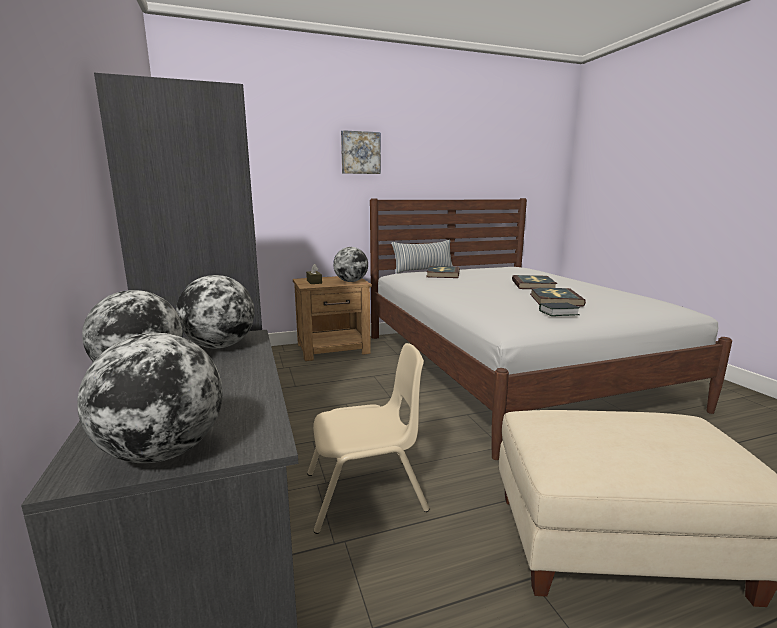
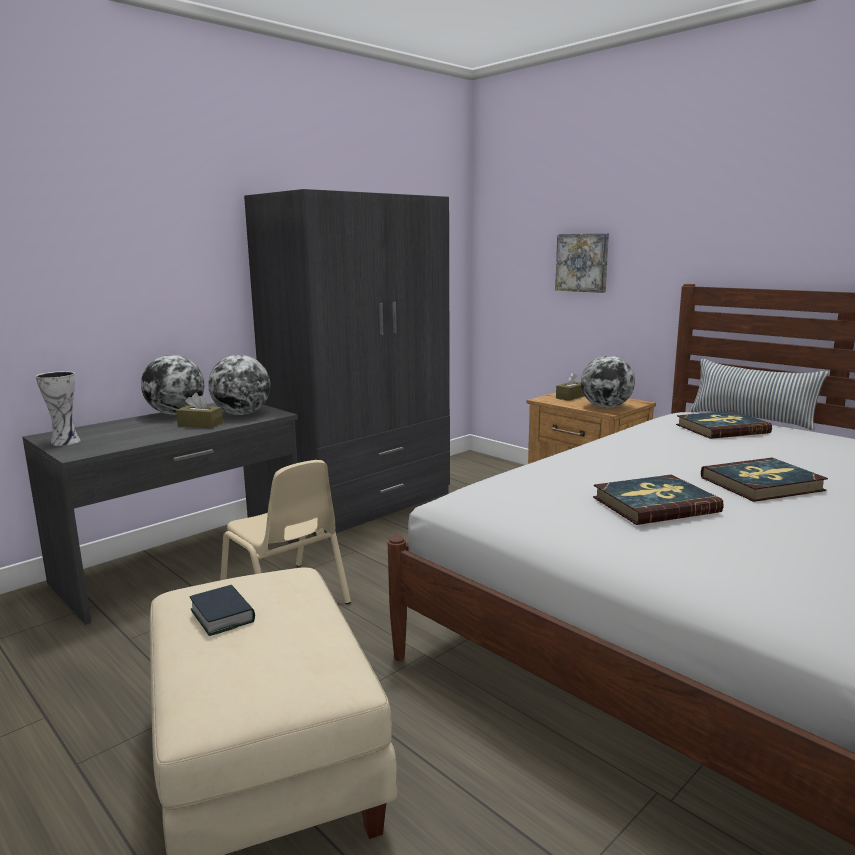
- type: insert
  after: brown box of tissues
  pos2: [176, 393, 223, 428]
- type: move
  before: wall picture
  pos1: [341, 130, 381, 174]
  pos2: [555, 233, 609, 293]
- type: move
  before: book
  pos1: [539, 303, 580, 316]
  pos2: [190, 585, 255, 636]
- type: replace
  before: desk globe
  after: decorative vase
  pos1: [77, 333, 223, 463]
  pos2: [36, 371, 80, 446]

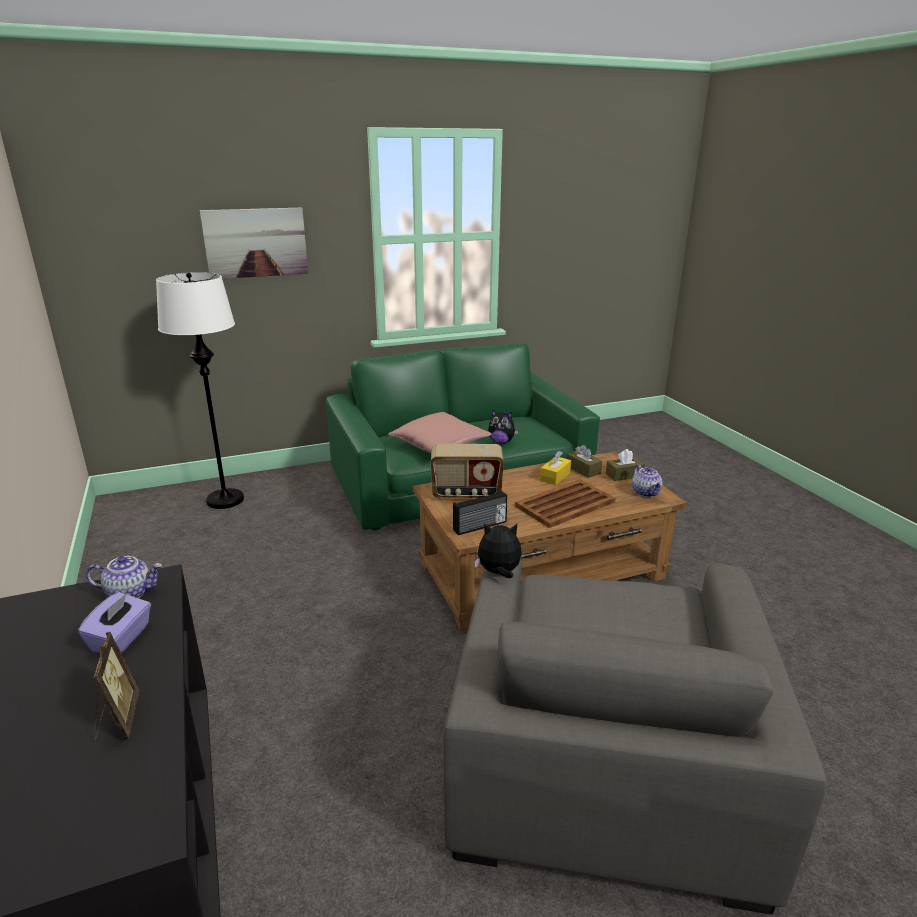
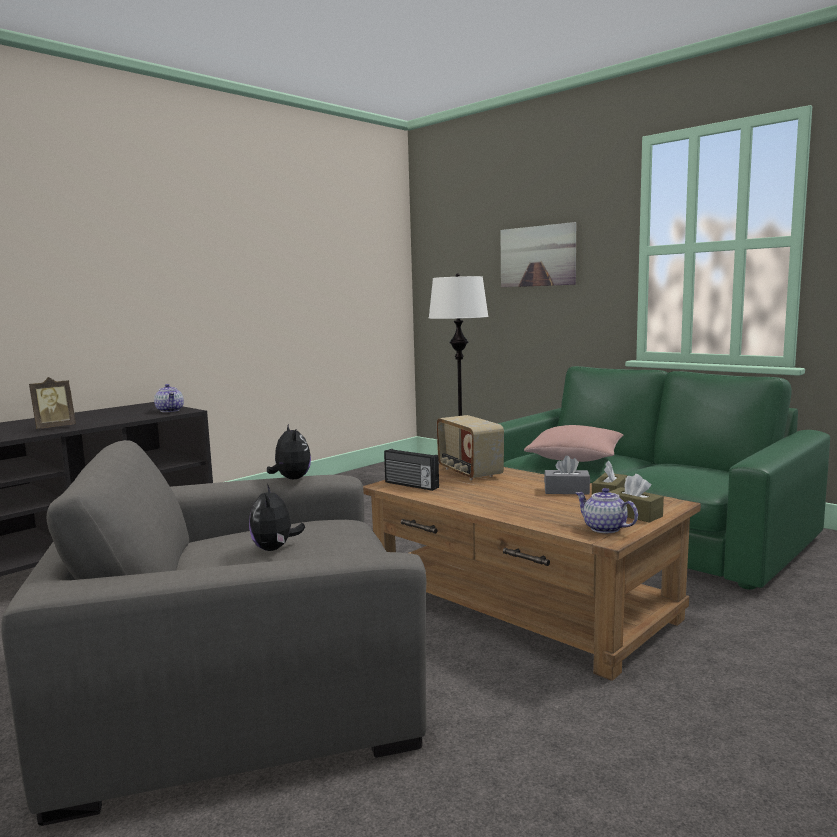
- type: delete
  before: purple box of tissues
  pos1: [78, 592, 151, 653]
- type: delete
  before: brown carrying tray
  pos1: [515, 479, 615, 528]
- type: move
  before: plush toy
  pos1: [488, 410, 519, 444]
  pos2: [249, 484, 305, 551]
- type: recolor
  before: yellowish box of tissues
  after: greyish box of tissues
  pos1: [540, 451, 571, 485]
  pos2: [544, 456, 590, 494]
- type: rotate
  before: tea pot
  pos1: [632, 464, 663, 497]
  pos2: [576, 488, 638, 533]
  turn: 90

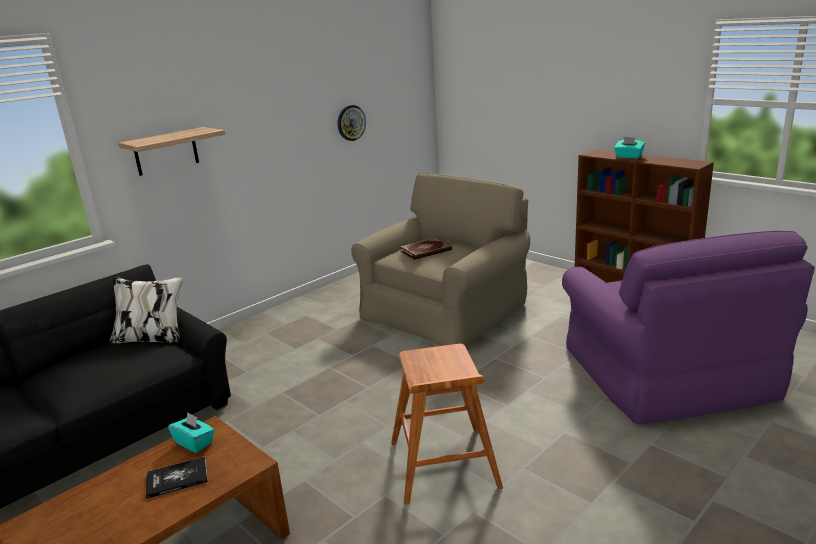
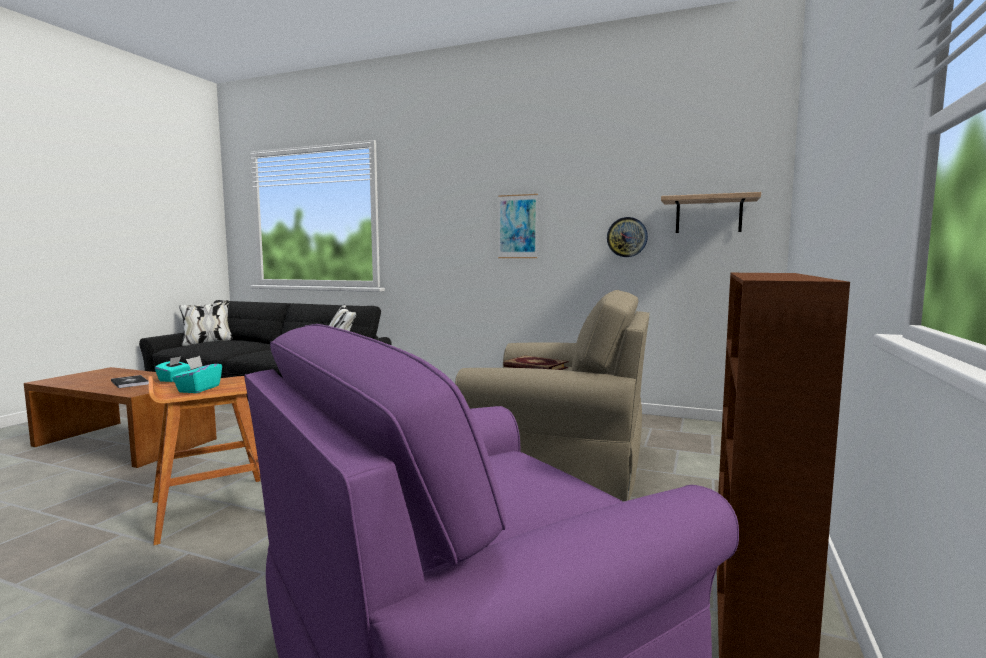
- type: insert
  after: wall picture
  pos2: [498, 194, 538, 258]
- type: move
  before: shelf
  pos1: [118, 127, 225, 176]
  pos2: [661, 192, 761, 233]
- type: move
  before: blue-green box of tissues
  pos1: [614, 137, 645, 159]
  pos2: [172, 356, 222, 393]

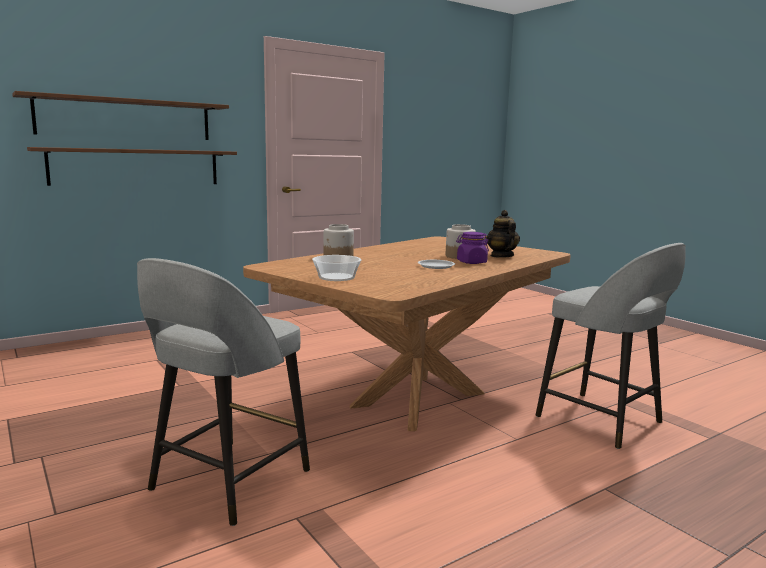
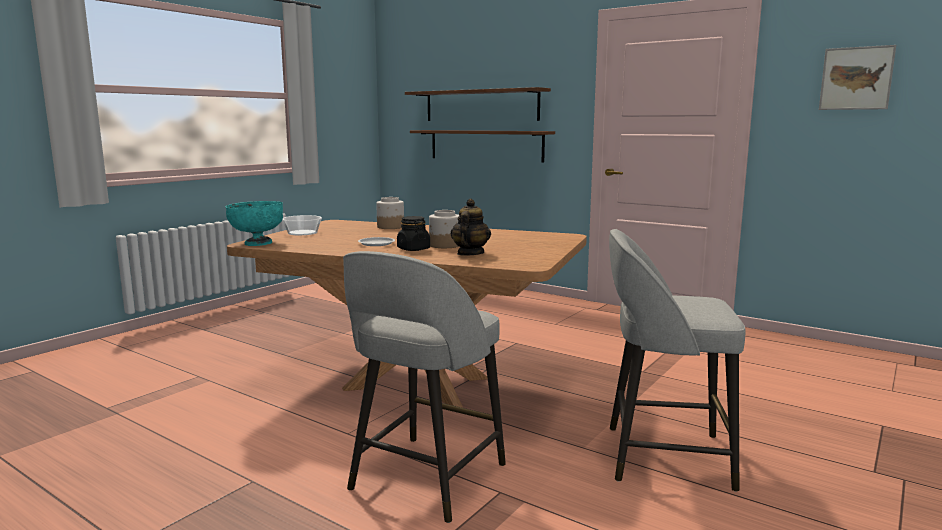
- type: insert
  after: blue-green serving bowl
  pos2: [226, 201, 283, 246]
- type: insert
  after: wall picture
  pos2: [819, 45, 896, 110]
- type: move
  before: greyish stool
  pos1: [137, 258, 310, 526]
  pos2: [609, 229, 745, 492]
- type: recolor
  before: purple preserve jar
  after: black preserve jar
  pos1: [456, 232, 489, 264]
  pos2: [397, 216, 430, 251]
- type: rotate
  before: tea pot
  pos1: [486, 210, 520, 258]
  pos2: [451, 199, 491, 256]
  turn: -45

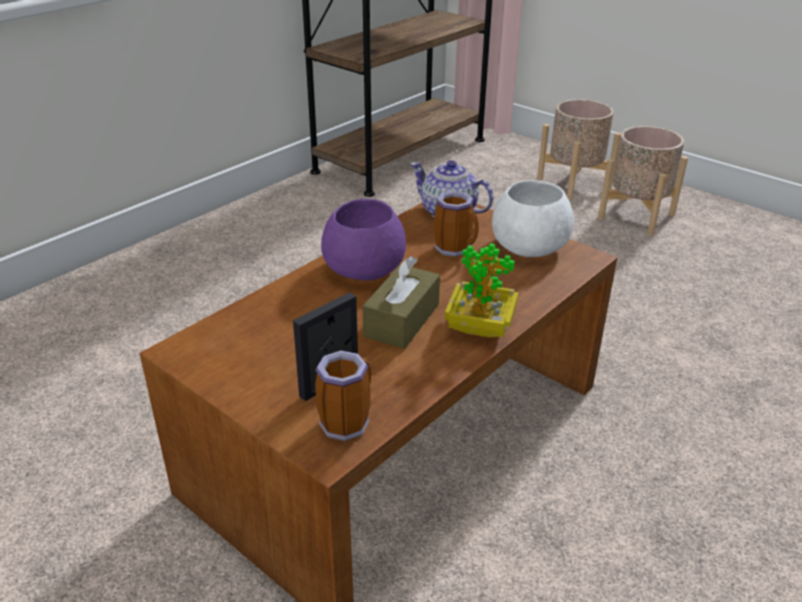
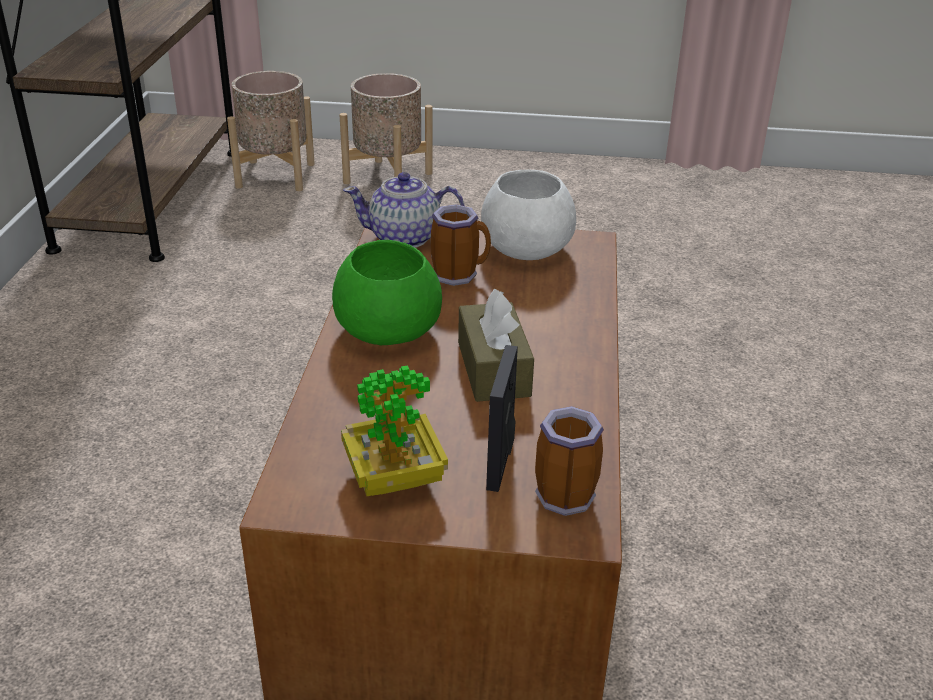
- type: move
  before: plant in a pot
  pos1: [445, 243, 518, 338]
  pos2: [341, 365, 448, 496]
- type: move
  before: beige planter
  pos1: [598, 126, 688, 236]
  pos2: [227, 71, 315, 191]
- type: recolor
  before: purple serving bowl
  after: green-coloured serving bowl
  pos1: [321, 199, 406, 281]
  pos2: [332, 240, 442, 345]

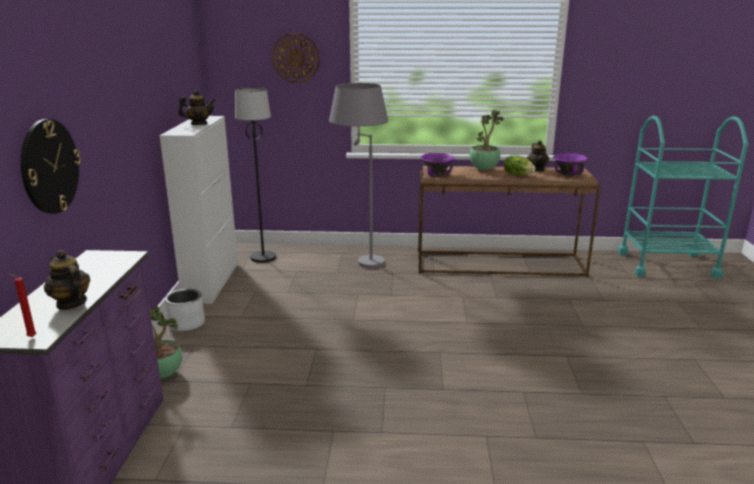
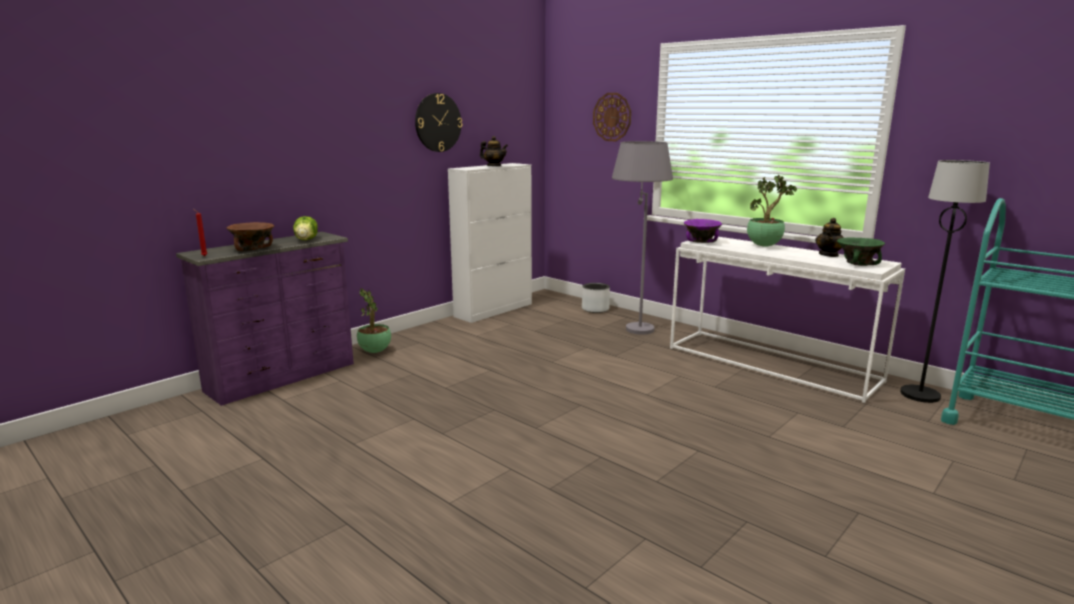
- type: move
  before: clock on the wall
  pos1: [21, 119, 81, 214]
  pos2: [415, 93, 462, 152]
- type: move
  before: greyish planter
  pos1: [165, 289, 205, 332]
  pos2: [582, 283, 610, 313]
- type: move
  before: black floor lamp
  pos1: [235, 88, 276, 263]
  pos2: [900, 160, 990, 403]
- type: move
  before: lettuce
  pos1: [503, 156, 535, 175]
  pos2: [293, 216, 318, 240]
- type: replace
  before: tea pot
  after: brown serving bowl
  pos1: [44, 250, 90, 310]
  pos2: [226, 222, 274, 251]
- type: recolor
  before: brown hall table
  after: whitish hall table
  pos1: [418, 166, 601, 277]
  pos2: [670, 236, 905, 403]
- type: recolor
  before: purple serving bowl
  after: green-coloured serving bowl
  pos1: [553, 153, 588, 177]
  pos2: [837, 238, 885, 266]

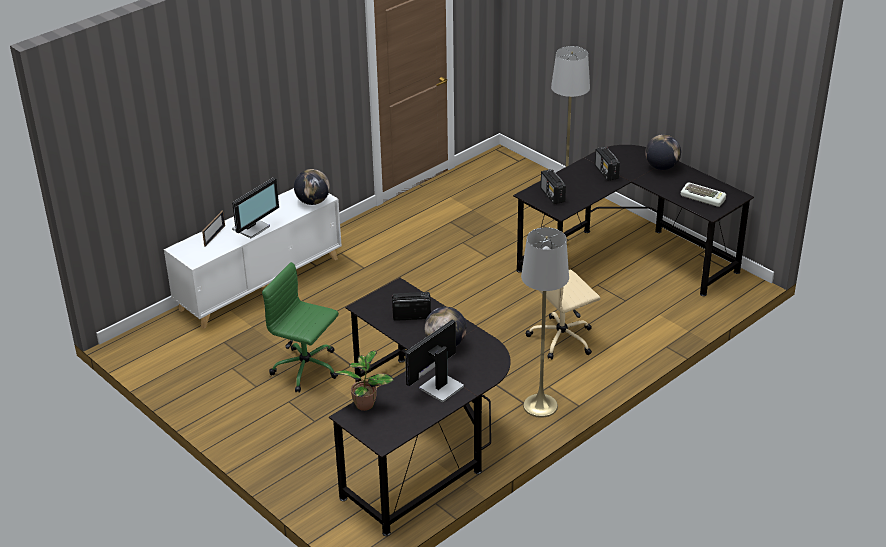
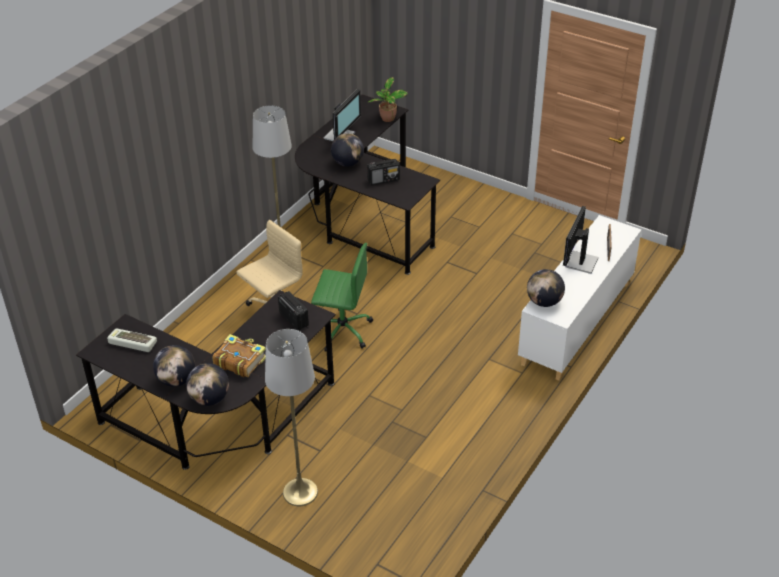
- type: insert
  after: desk globe
  pos2: [186, 363, 229, 406]
- type: move
  before: green-coloured computer chair
  pos1: [262, 262, 339, 393]
  pos2: [311, 243, 373, 352]
- type: replace
  before: radio set
  after: book
  pos1: [595, 147, 620, 181]
  pos2: [213, 334, 266, 377]

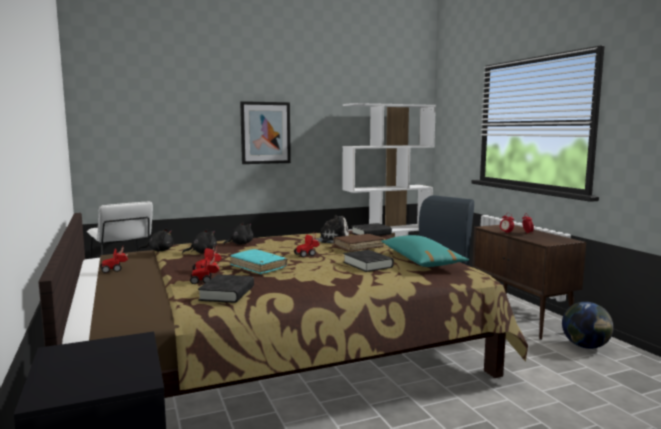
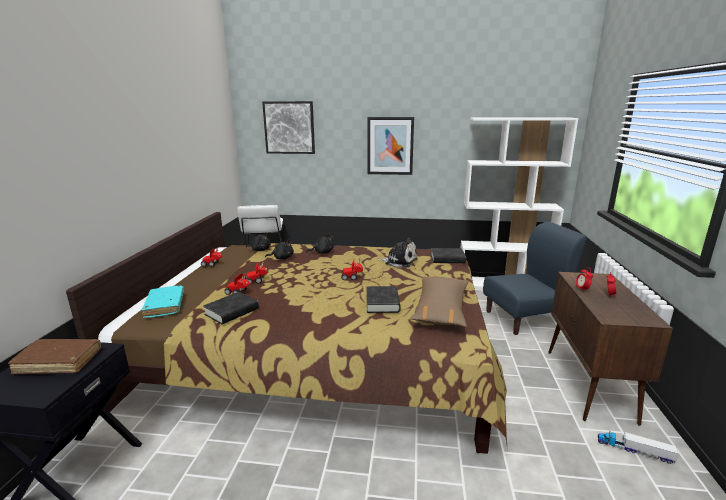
- type: insert
  after: wall picture
  pos2: [262, 101, 315, 154]
- type: move
  before: blue-green book
  pos1: [230, 249, 287, 274]
  pos2: [142, 286, 184, 318]
- type: move
  before: brown book
  pos1: [333, 234, 384, 252]
  pos2: [8, 339, 101, 375]
- type: replace
  before: desk globe
  after: toy truck
  pos1: [562, 302, 614, 349]
  pos2: [598, 431, 678, 464]
- type: recolor
  before: blue-green throw pillow
  after: brown throw pillow
  pos1: [381, 235, 469, 267]
  pos2: [410, 276, 469, 327]

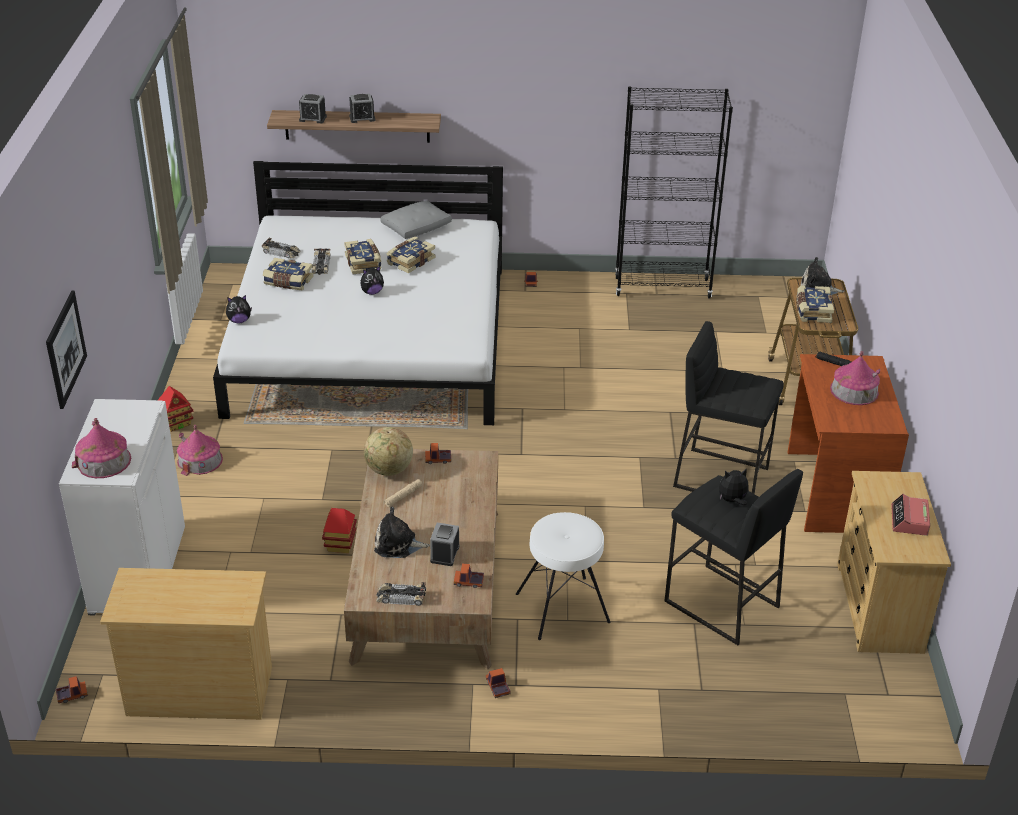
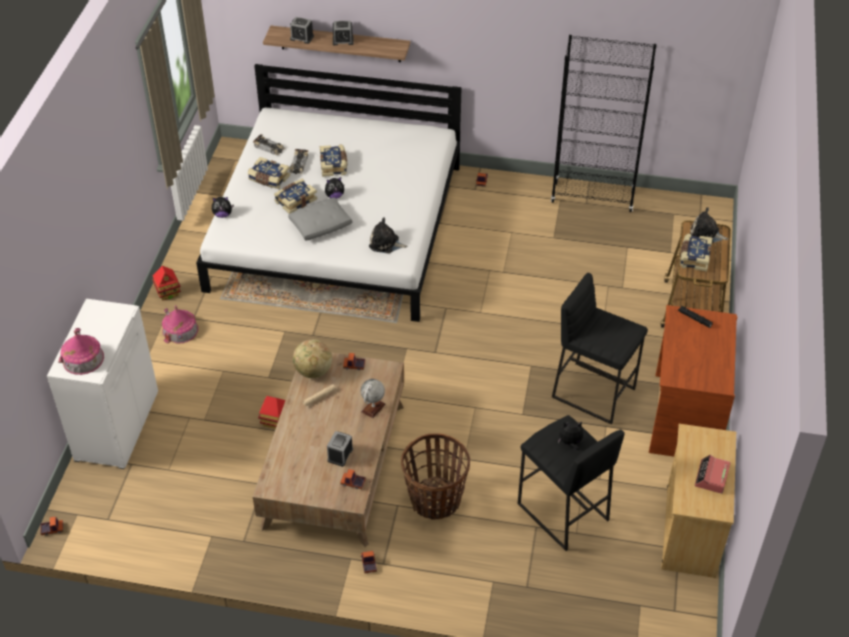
- type: delete
  before: wall picture
  pos1: [46, 291, 87, 409]
- type: delete
  before: beige drawer chest
  pos1: [100, 568, 272, 720]
- type: delete
  before: model car
  pos1: [376, 582, 426, 606]
- type: delete
  before: model house
  pos1: [830, 351, 880, 405]
- type: insert
  after: desk globe
  pos2: [361, 379, 386, 418]
- type: move
  before: plush toy
  pos1: [374, 507, 430, 558]
  pos2: [369, 217, 407, 253]
- type: move
  before: greyish throw pillow
  pos1: [381, 200, 452, 239]
  pos2: [288, 197, 352, 241]
- type: move
  before: book
  pos1: [387, 237, 435, 273]
  pos2: [274, 179, 317, 214]
- type: replace
  before: whitish stool
  after: household basket
  pos1: [516, 512, 611, 640]
  pos2: [401, 433, 470, 520]

